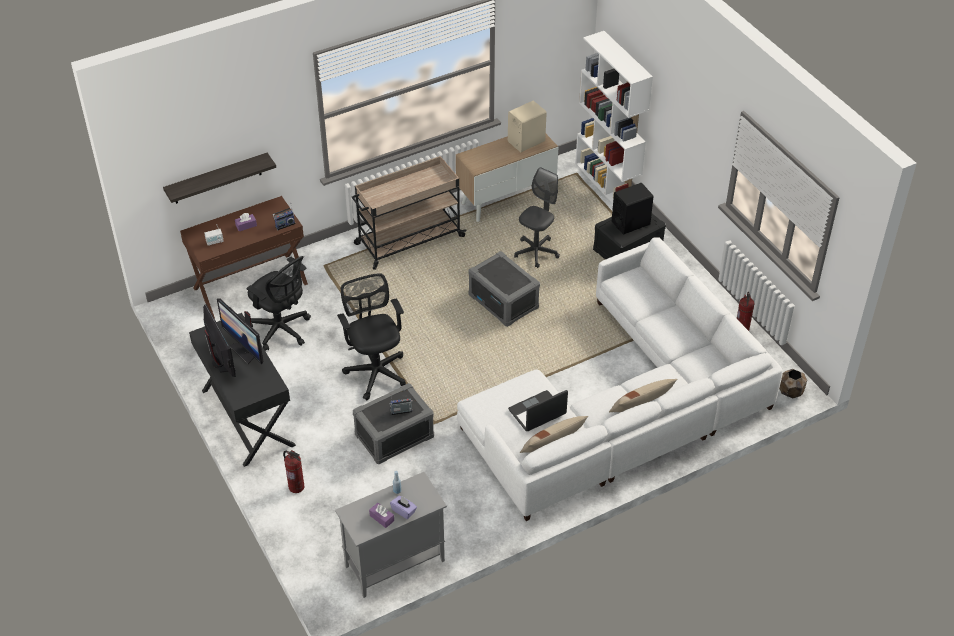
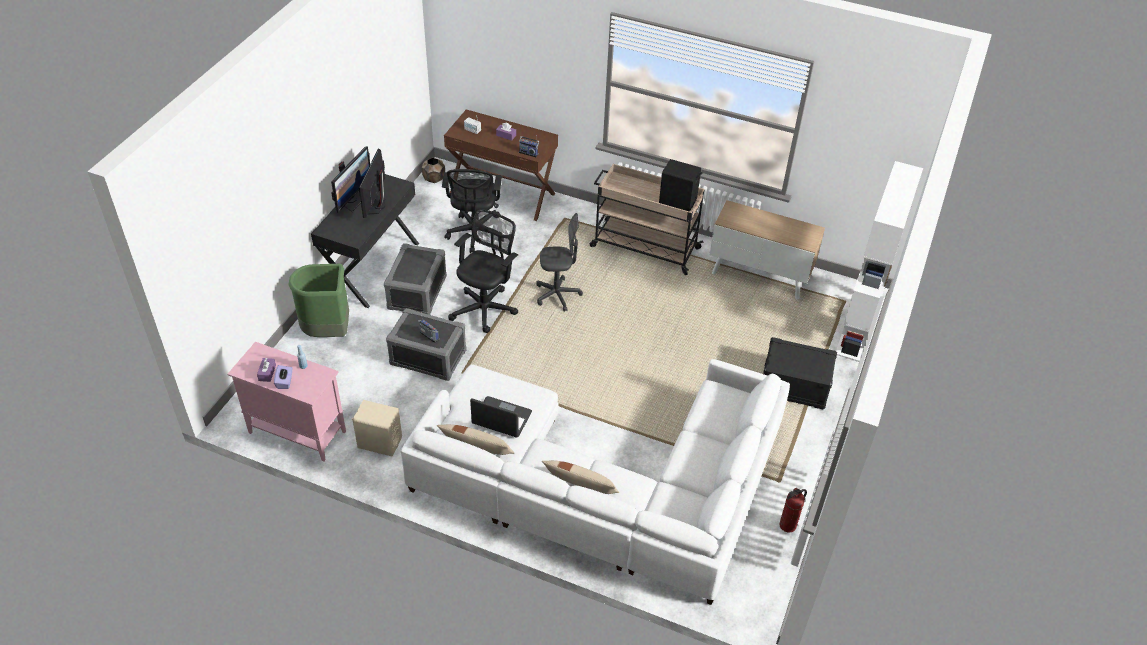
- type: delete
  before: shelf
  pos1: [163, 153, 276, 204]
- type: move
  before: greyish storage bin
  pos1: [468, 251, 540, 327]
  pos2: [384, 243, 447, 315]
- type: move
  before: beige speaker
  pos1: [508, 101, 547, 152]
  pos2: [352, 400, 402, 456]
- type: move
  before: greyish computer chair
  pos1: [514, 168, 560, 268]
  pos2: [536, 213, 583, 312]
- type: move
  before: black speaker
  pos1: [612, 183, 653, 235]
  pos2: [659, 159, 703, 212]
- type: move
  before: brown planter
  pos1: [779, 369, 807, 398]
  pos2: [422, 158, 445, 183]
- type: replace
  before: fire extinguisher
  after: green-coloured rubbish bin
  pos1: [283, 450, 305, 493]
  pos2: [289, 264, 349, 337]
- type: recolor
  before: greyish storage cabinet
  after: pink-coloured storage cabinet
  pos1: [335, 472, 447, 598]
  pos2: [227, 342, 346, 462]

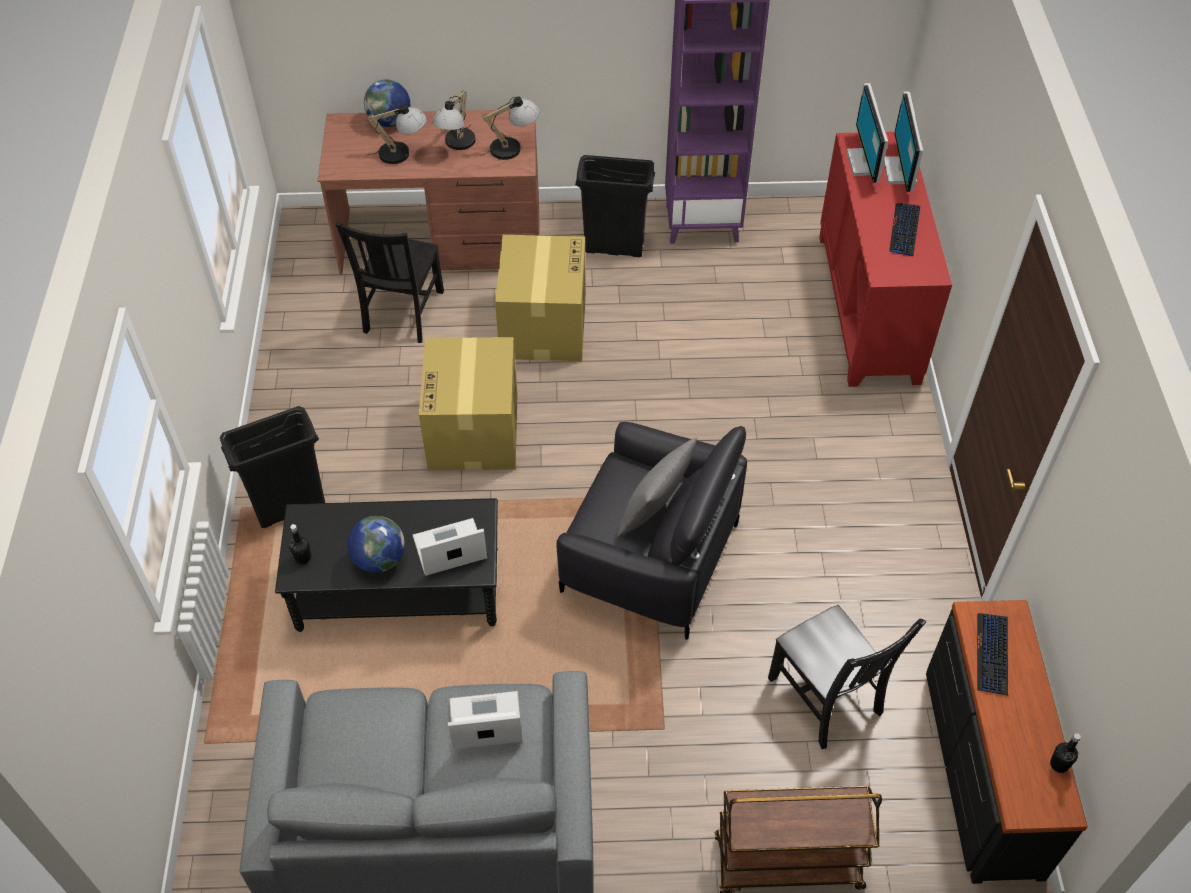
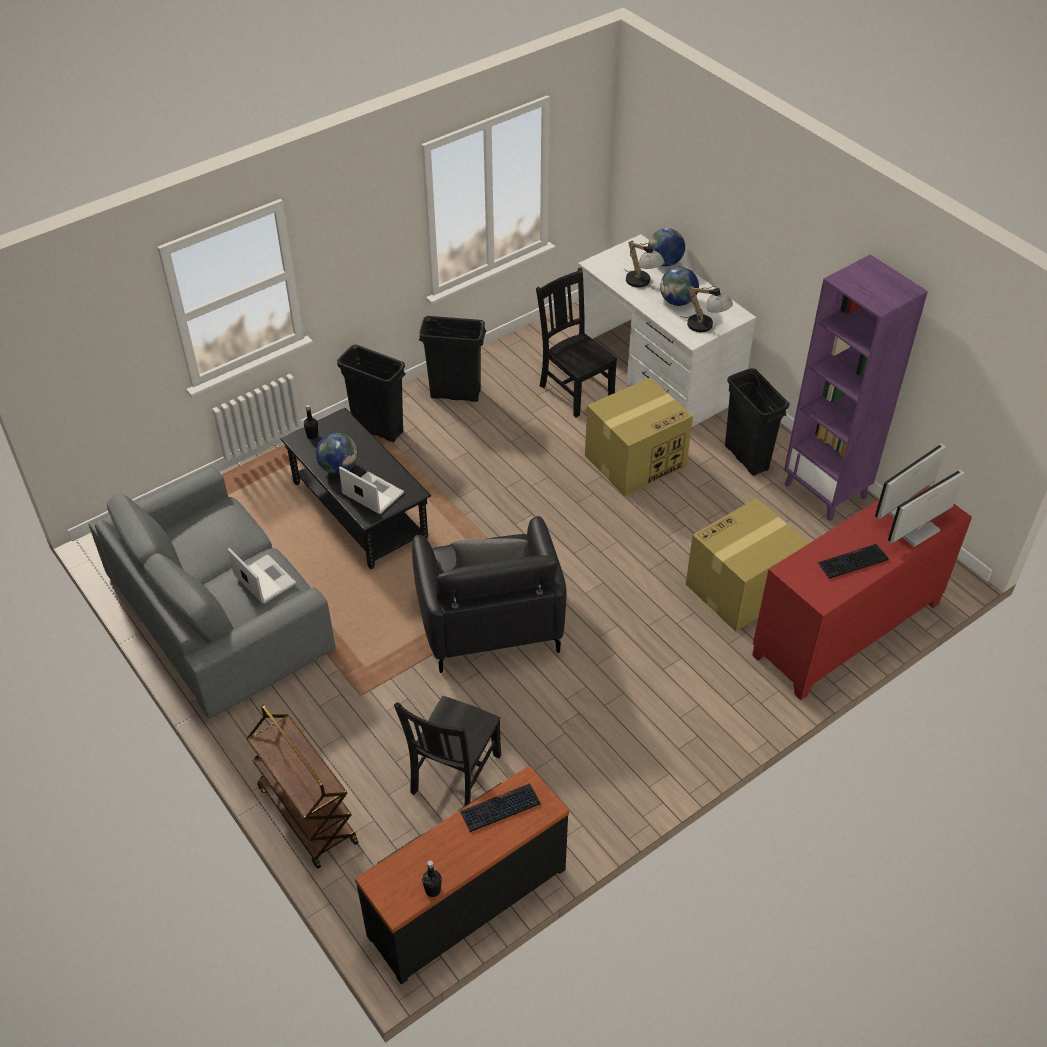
- type: insert
  after: black rubbish bin
  pos2: [419, 316, 486, 402]
- type: move
  before: cardboard box
  pos1: [419, 337, 518, 470]
  pos2: [686, 498, 809, 632]
- type: replace
  before: lamp for a table
  after: desk globe
  pos1: [432, 91, 476, 150]
  pos2: [660, 267, 699, 306]
- type: recolor
  before: brown desk
  after: whitish desk
  pos1: [318, 110, 540, 275]
  pos2: [578, 234, 756, 427]
- type: rotate
  before: black chair
  pos1: [335, 222, 444, 343]
  pos2: [536, 268, 617, 418]
  turn: 75

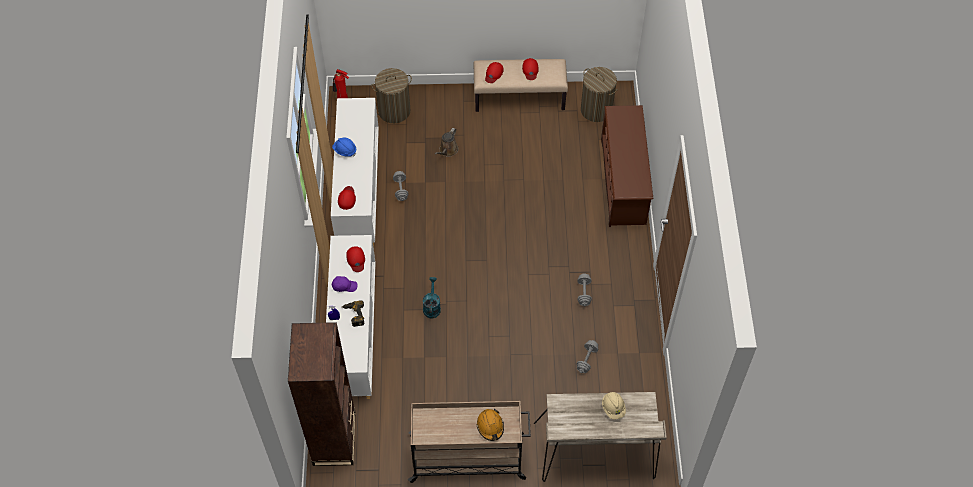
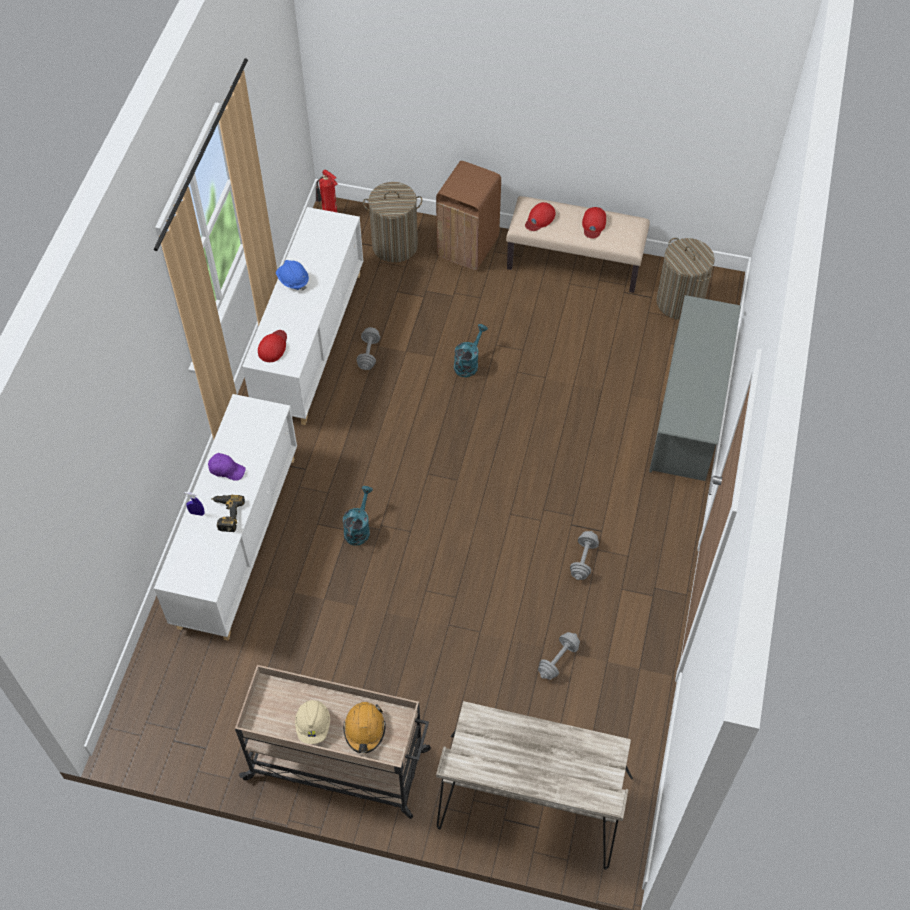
- type: delete
  before: brown bookcase
  pos1: [288, 322, 356, 466]
- type: delete
  before: red-coloured cap
  pos1: [346, 246, 365, 272]
- type: delete
  before: brown sprinkling can
  pos1: [435, 128, 459, 157]
- type: insert
  after: brown rubbish bin
  pos2: [436, 161, 501, 270]
- type: insert
  after: blue-green sprinkling can
  pos2: [454, 324, 488, 377]
- type: move
  before: beige work helmet
  pos1: [602, 392, 626, 419]
  pos2: [295, 700, 330, 744]
- type: recolor
  before: brown shoe rack
  after: greyish shoe rack
  pos1: [601, 105, 653, 227]
  pos2: [649, 295, 741, 481]

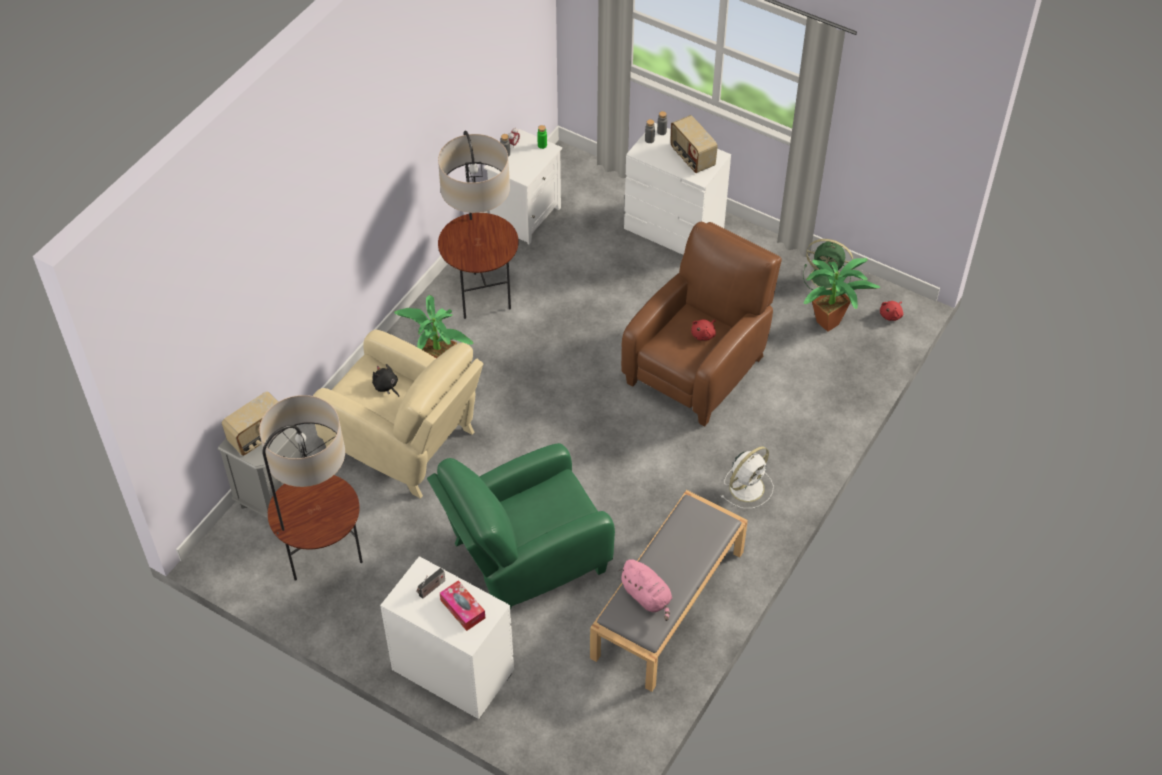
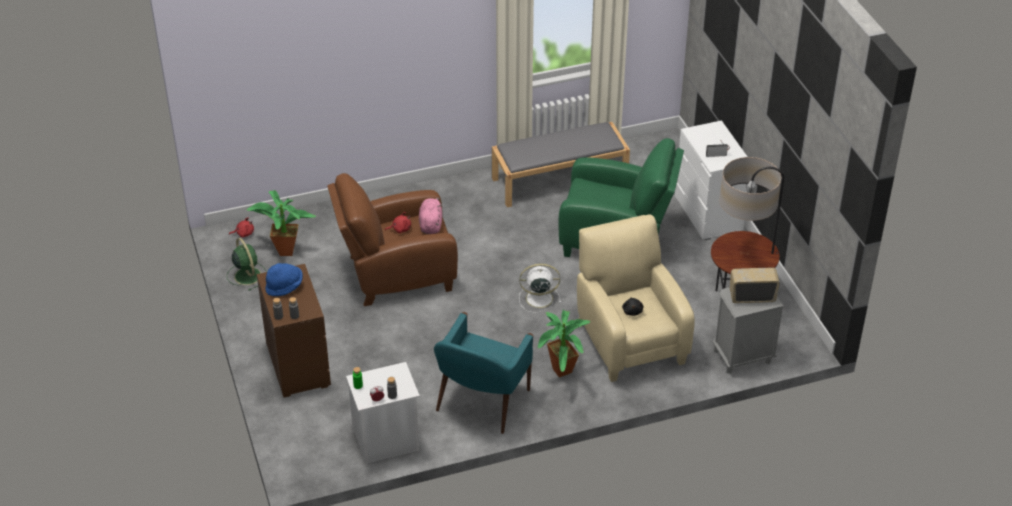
- type: delete
  before: box of tissues
  pos1: [440, 580, 485, 631]
- type: move
  before: pink-coloured plush toy
  pos1: [618, 559, 672, 621]
  pos2: [419, 198, 442, 234]
- type: move
  before: whitish fan
  pos1: [721, 446, 774, 509]
  pos2: [519, 264, 561, 313]
- type: replace
  before: floor lamp
  after: blue-green easy chair
  pos1: [438, 131, 519, 319]
  pos2: [434, 312, 533, 434]
- type: replace
  before: radio set
  after: blue hat
  pos1: [670, 115, 718, 173]
  pos2: [265, 263, 303, 296]
- type: recolor
  before: whitish drawer chest
  after: brown drawer chest
  pos1: [624, 122, 731, 255]
  pos2: [257, 264, 331, 397]

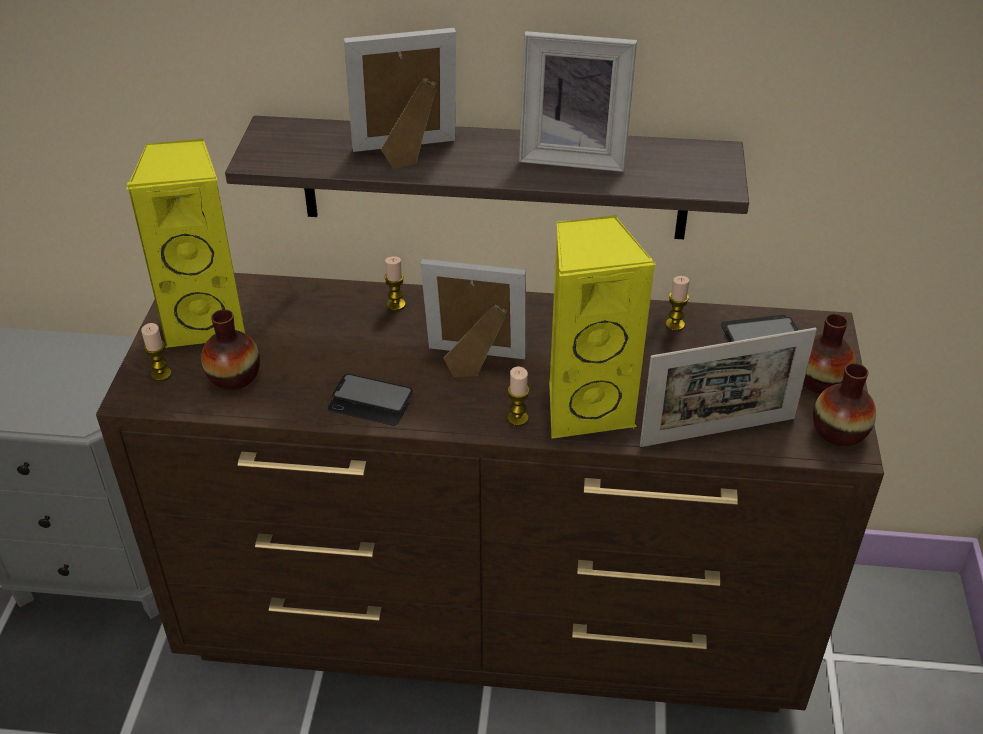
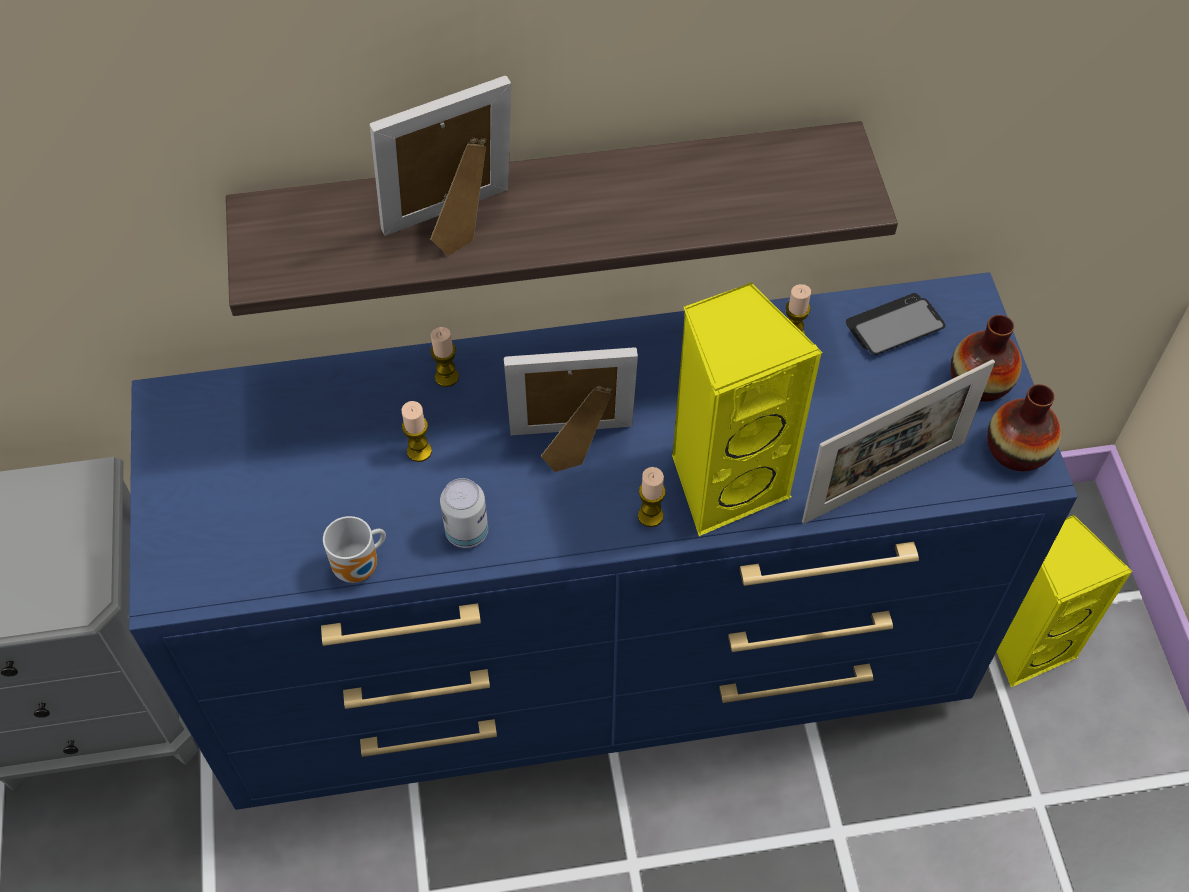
- type: delete
  before: decorative vase
  pos1: [201, 310, 260, 390]
- type: delete
  before: photo frame
  pos1: [519, 31, 637, 172]
- type: insert
  after: mug
  pos2: [323, 516, 386, 583]
- type: move
  before: yellowish speaker
  pos1: [126, 139, 245, 348]
  pos2: [997, 515, 1132, 687]
- type: move
  before: wax light
  pos1: [141, 323, 172, 381]
  pos2: [402, 401, 432, 462]
- type: replace
  before: handset
  after: can
  pos1: [328, 374, 413, 426]
  pos2: [440, 478, 488, 548]
- type: recolor
  before: brown drawer chest
  after: blue drawer chest
  pos1: [96, 273, 884, 713]
  pos2: [129, 272, 1078, 810]

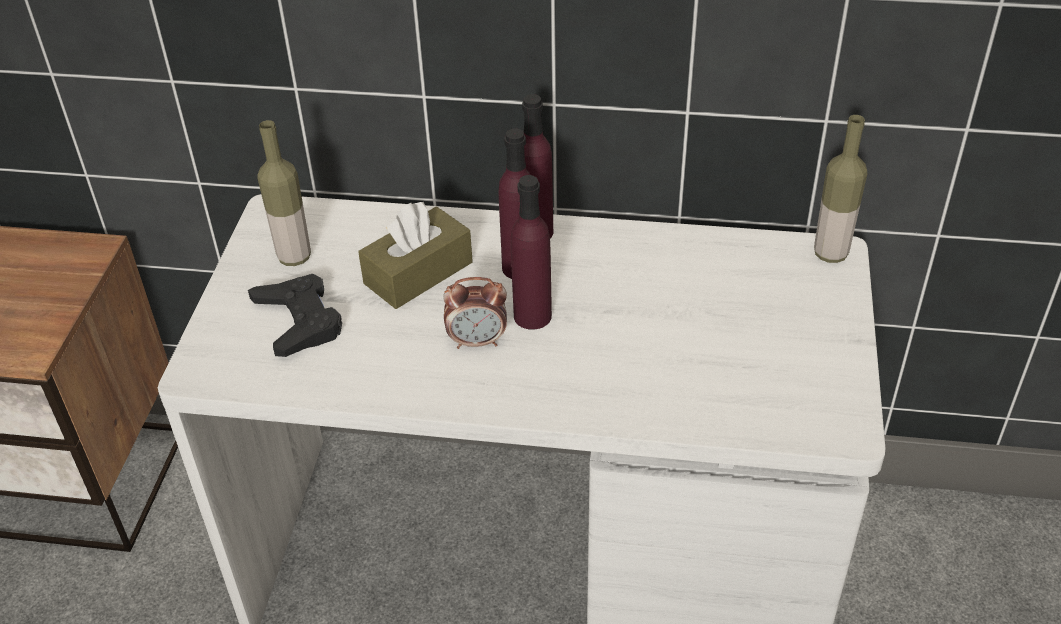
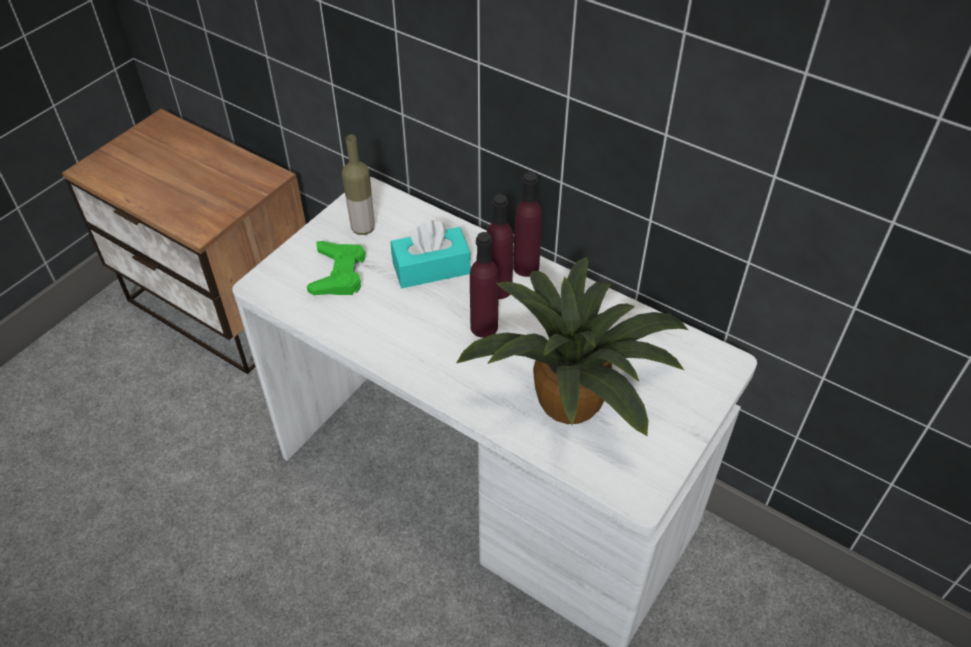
- type: delete
  before: alarm clock
  pos1: [443, 277, 507, 349]
- type: delete
  before: bottle
  pos1: [814, 115, 867, 263]
- type: insert
  after: plant in a pot
  pos2: [457, 257, 689, 436]
- type: recolor
  before: black joypad
  after: green-coloured joypad
  pos1: [248, 274, 342, 357]
  pos2: [307, 241, 366, 295]
- type: recolor
  before: brown box of tissues
  after: blue-green box of tissues
  pos1: [358, 202, 473, 309]
  pos2: [391, 220, 471, 288]

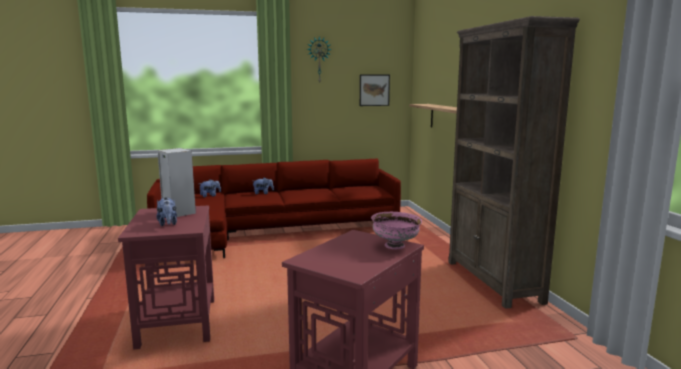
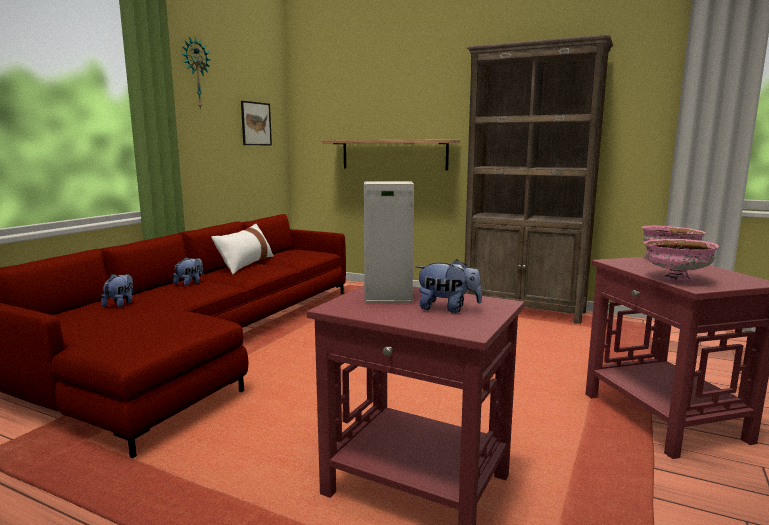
- type: insert
  after: whitish throw pillow
  pos2: [211, 223, 274, 274]
- type: insert
  after: pink-coloured serving bowl
  pos2: [644, 239, 719, 282]

